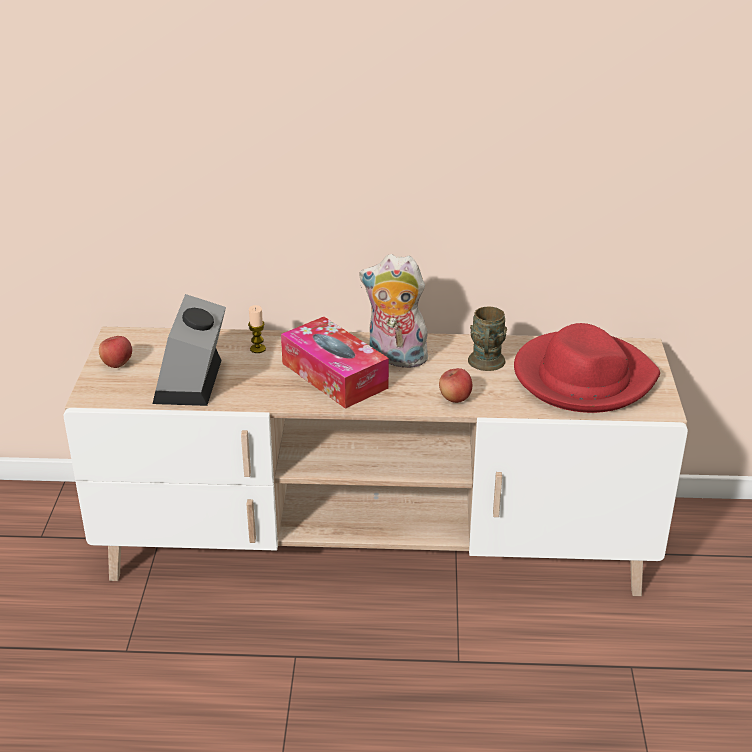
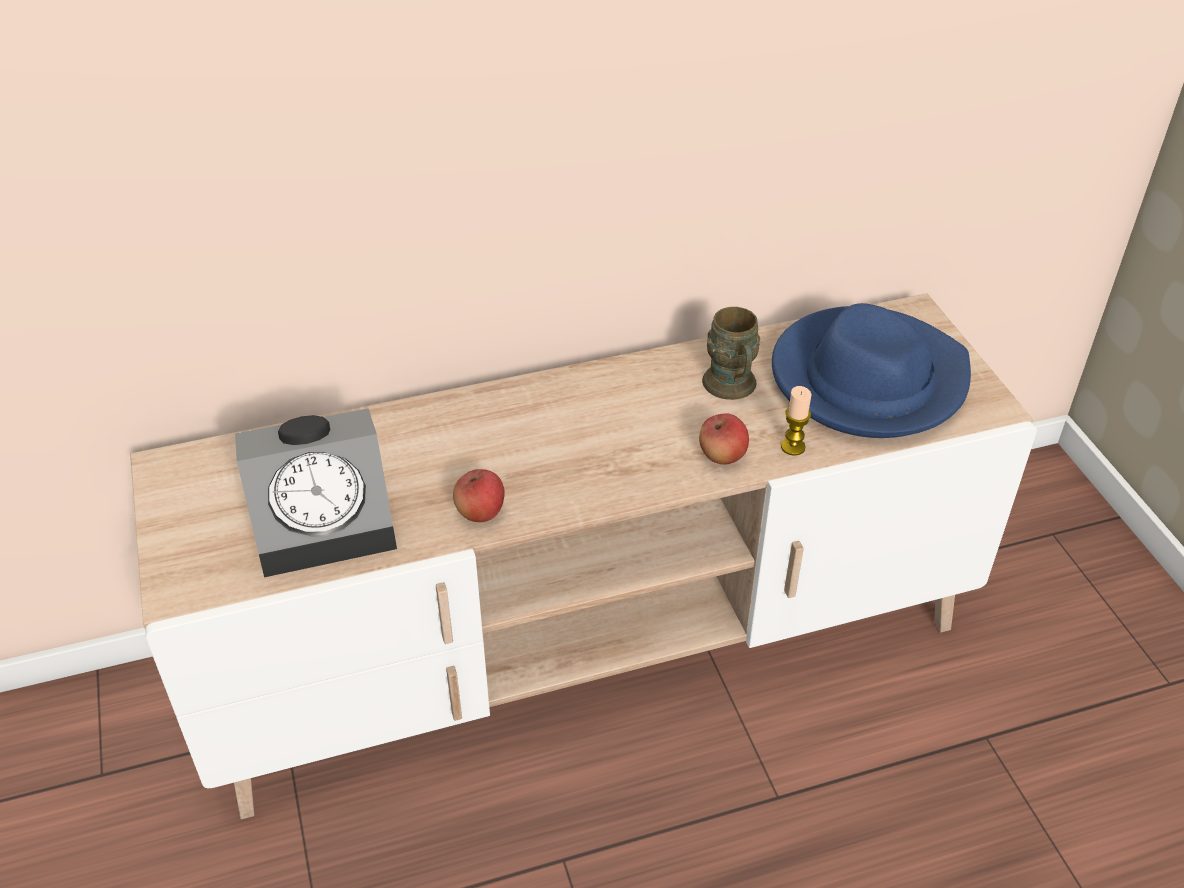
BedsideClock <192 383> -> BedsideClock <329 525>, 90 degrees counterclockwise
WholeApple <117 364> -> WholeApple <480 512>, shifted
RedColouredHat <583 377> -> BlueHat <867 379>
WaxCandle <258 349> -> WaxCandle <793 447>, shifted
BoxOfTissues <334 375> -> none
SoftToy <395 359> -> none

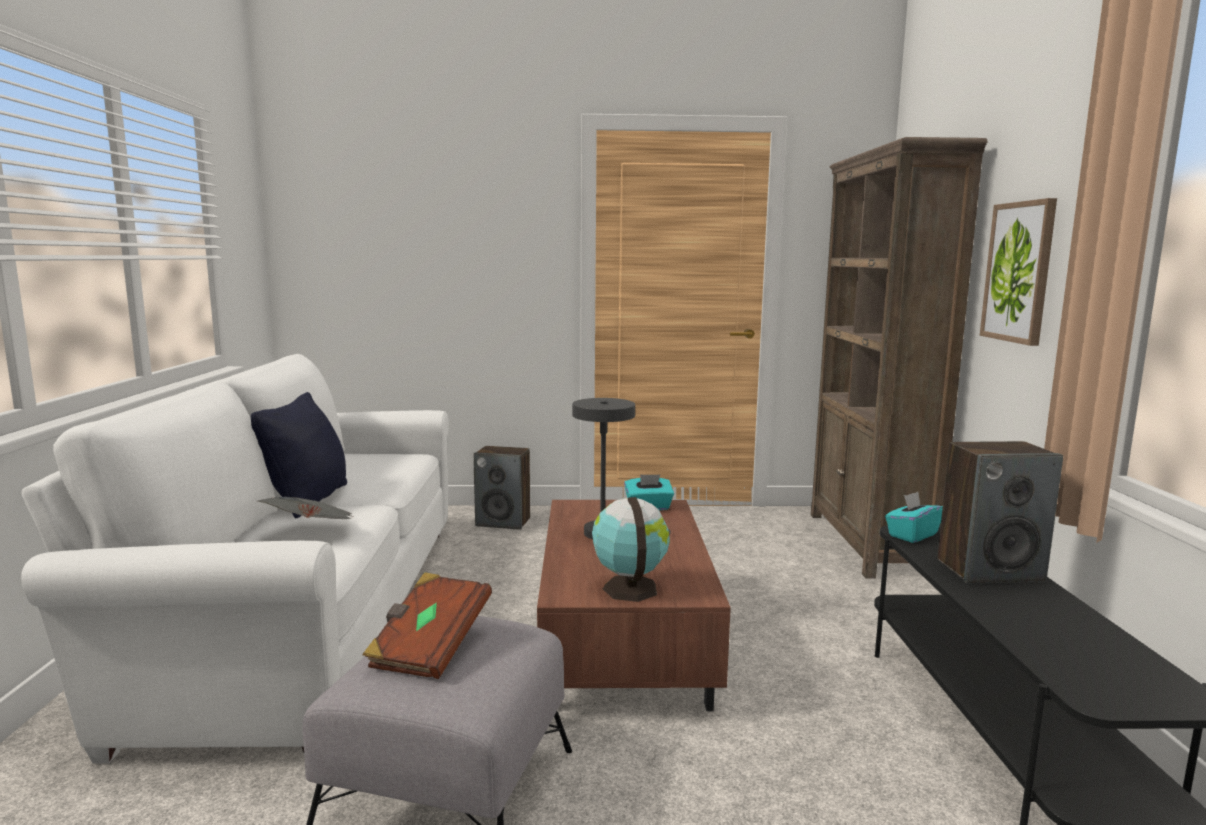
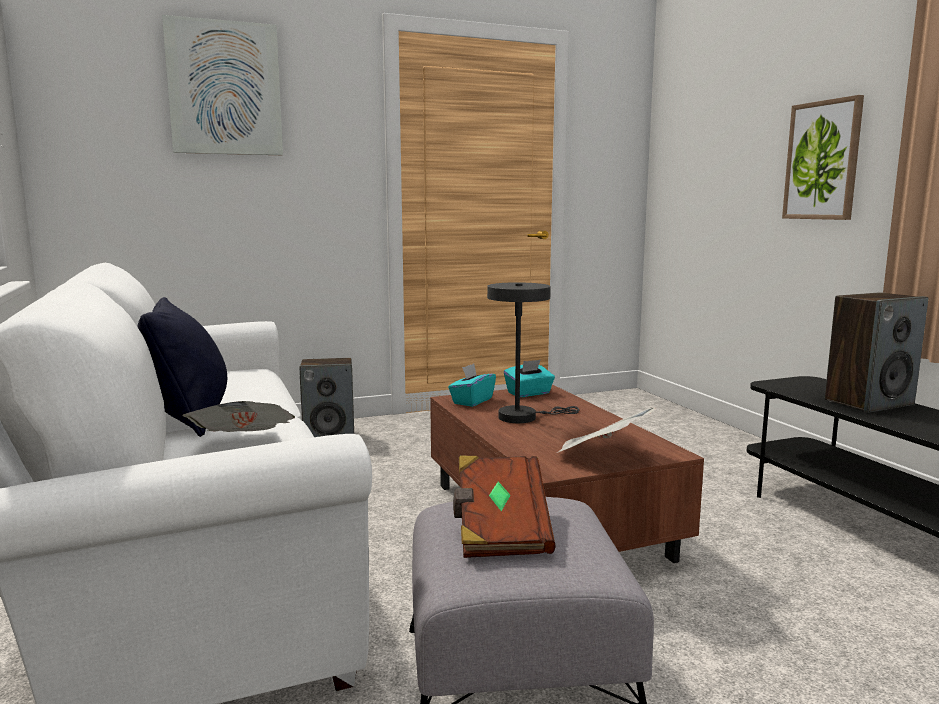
none -> Picture <224 89>
TurquoiseBoxOfTissues <912 535> -> TurquoiseBoxOfTissues <472 401>, shifted
DeskGlobe <629 587> -> PrintedPaper <601 456>
BrownBookcase <867 543> -> none

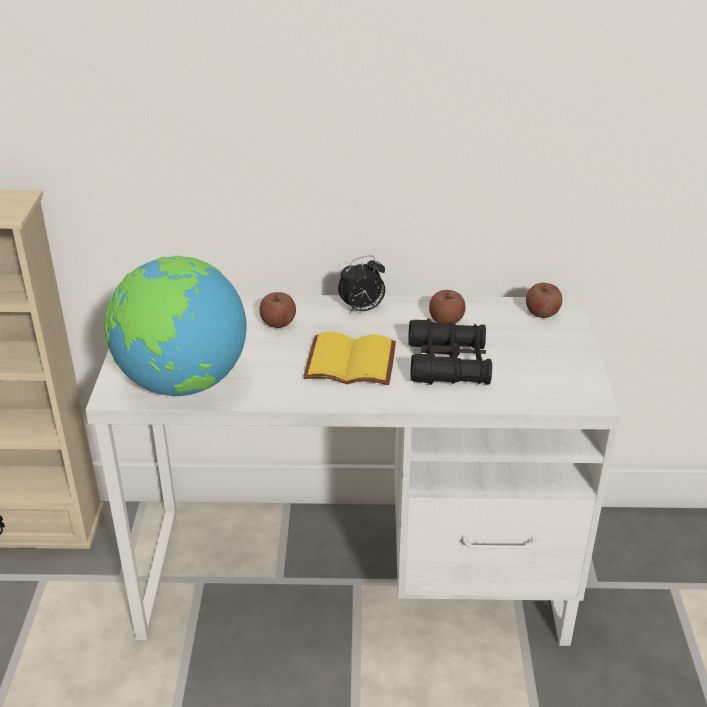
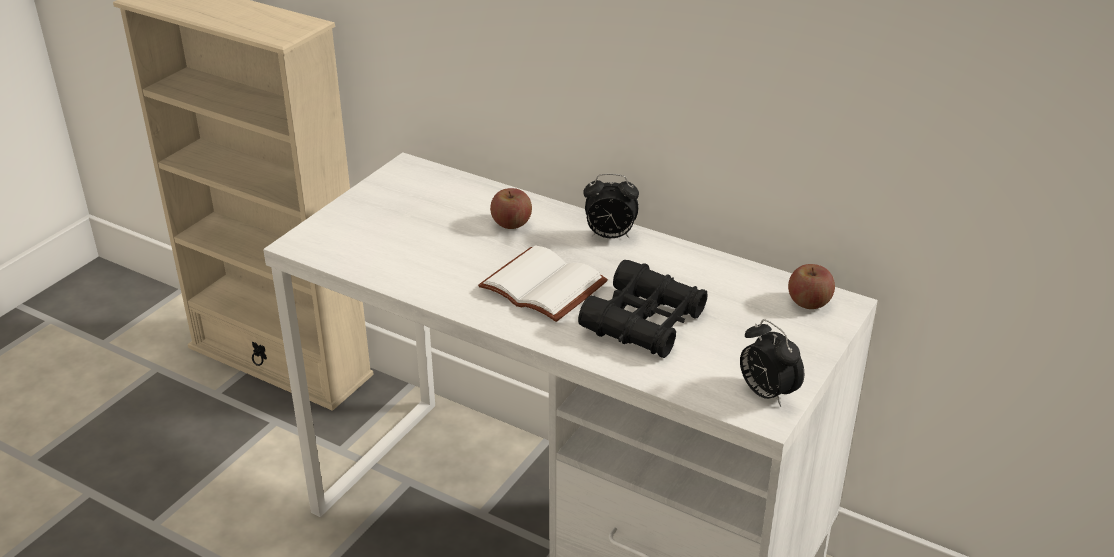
YellowColouredVolume <352 361> -> WhitishVolume <546 285>
none -> BedsideClock <766 393>
DeskGlobe <182 383> -> none
WholeApple <446 320> -> none

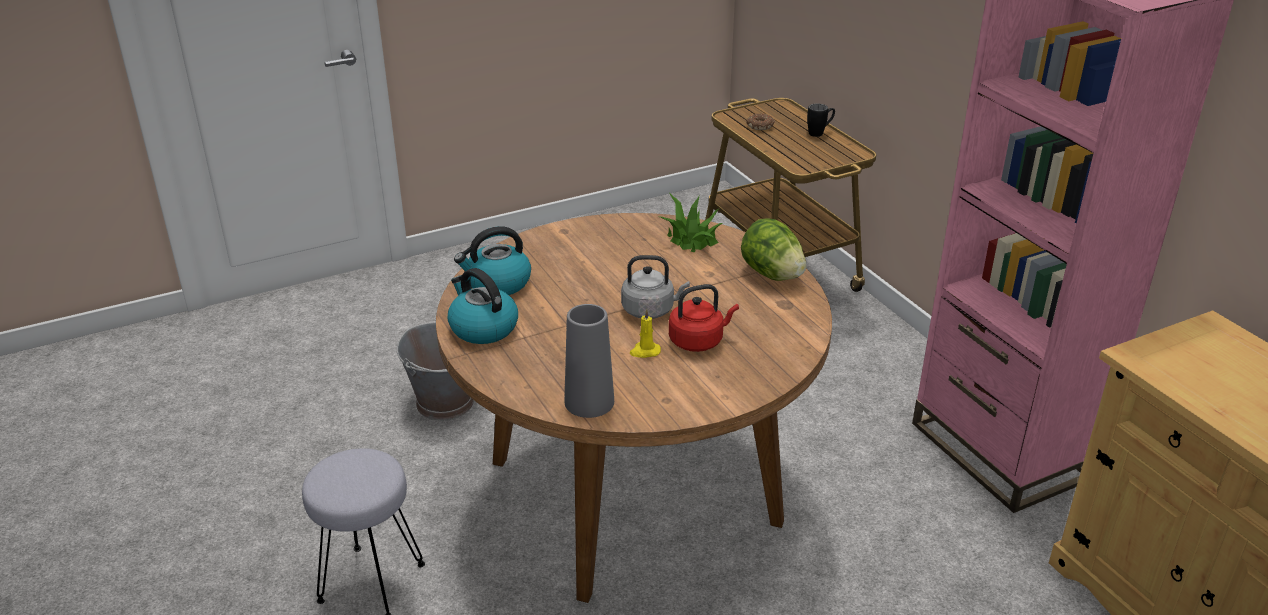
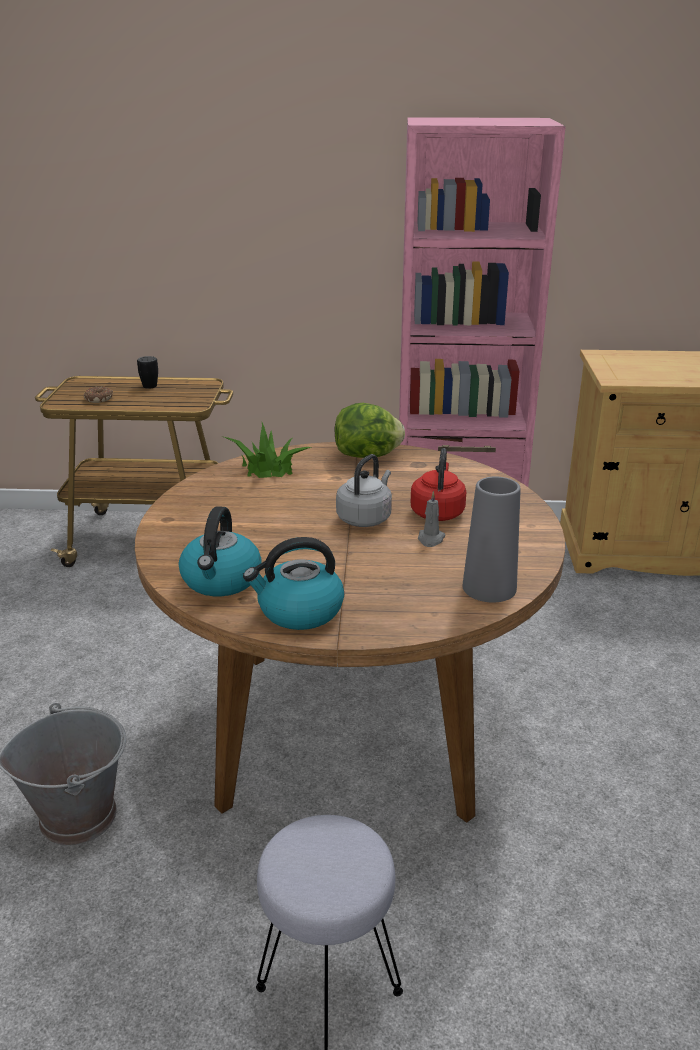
YellowColouredWaxCandle <644 351> -> GrayWaxCandle <430 539>

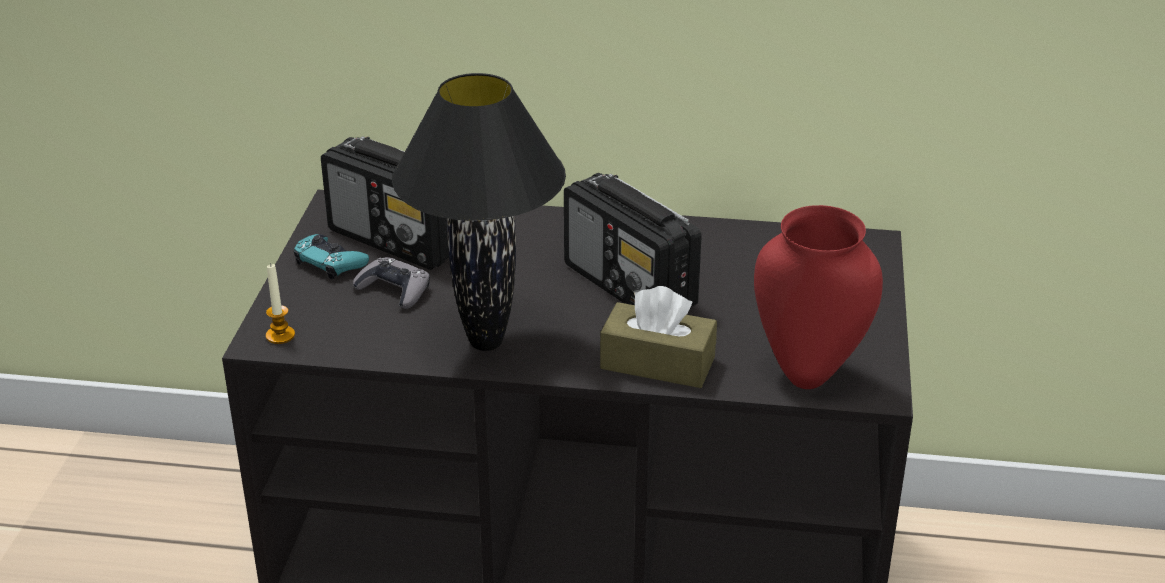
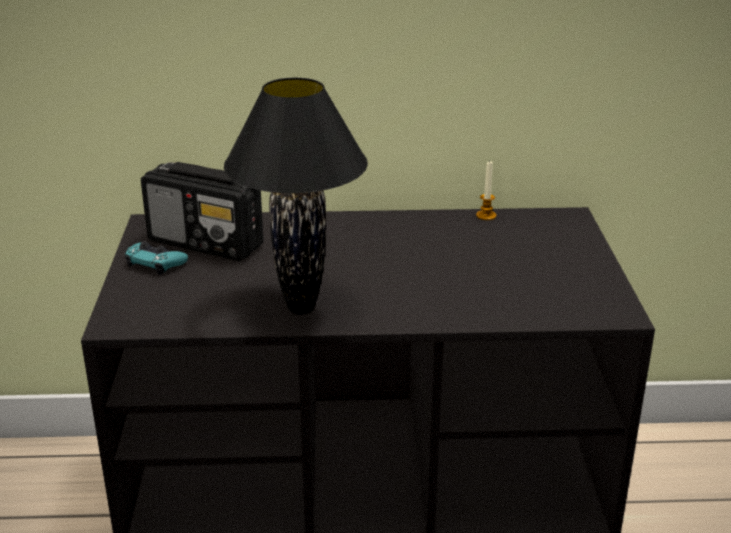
WaxCandle <280 335> -> WaxCandle <486 216>, shifted
GrayGamepad <394 290> -> none
RadioSet <630 287> -> none
BrownBoxOfTissues <657 363> -> none
RedColouredVase <809 373> -> none

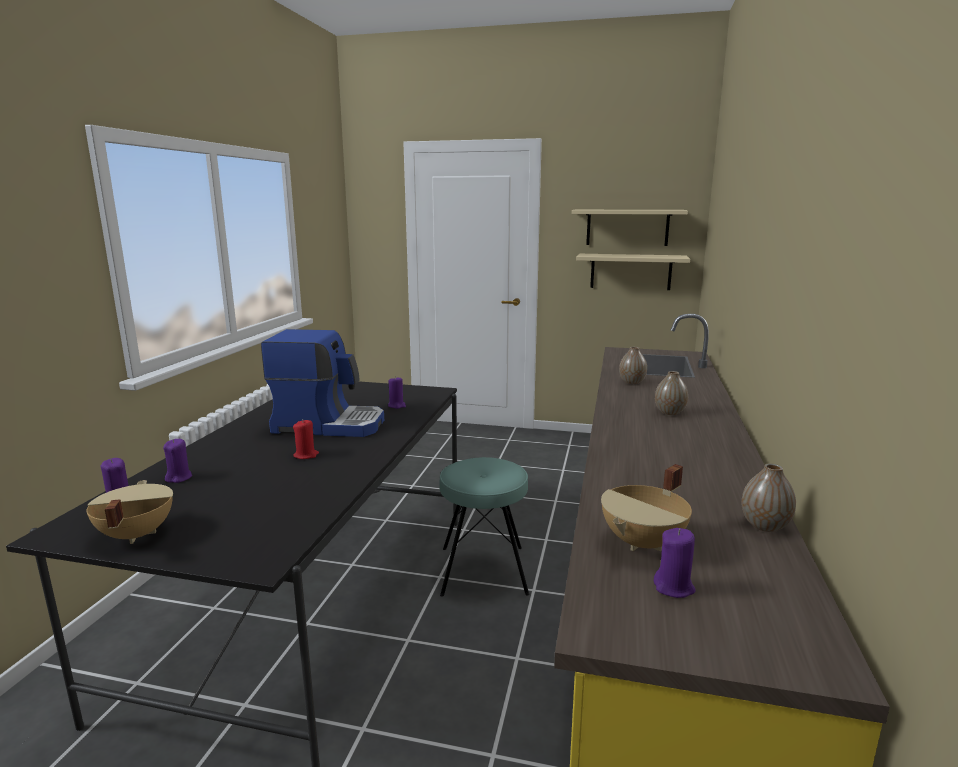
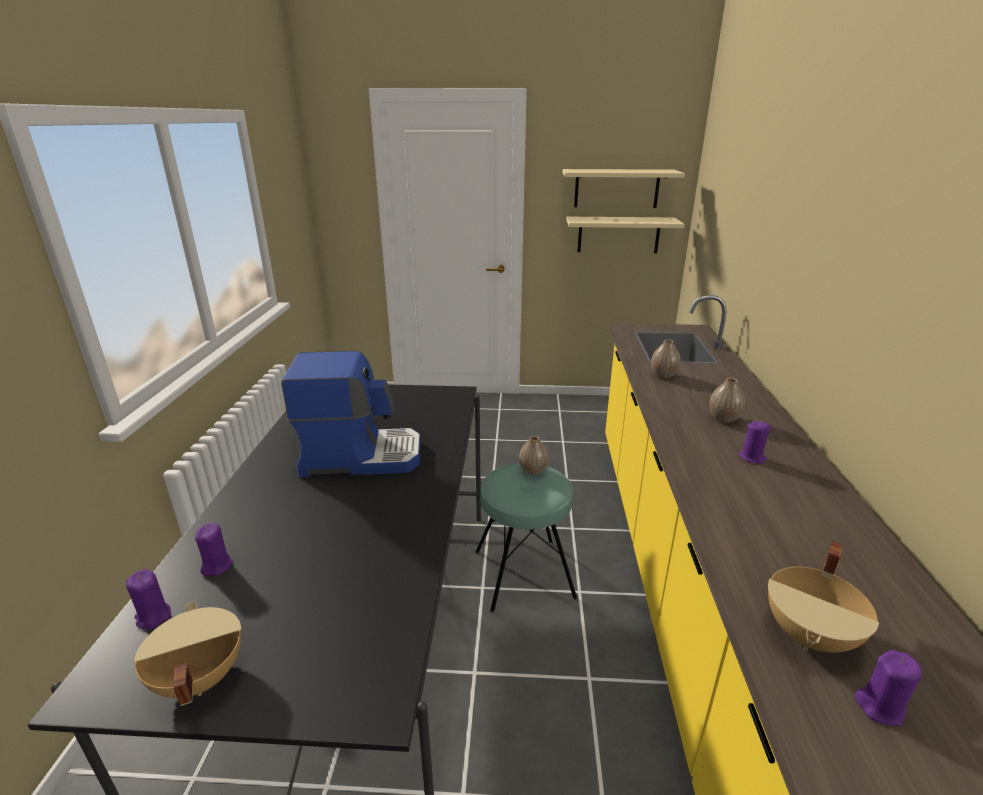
Vase <764 526> -> Vase <533 471>, shifted
PurplishWaxCandle <397 406> -> PurplishWaxCandle <752 457>, shifted
RedColouredWaxCandle <306 455> -> none

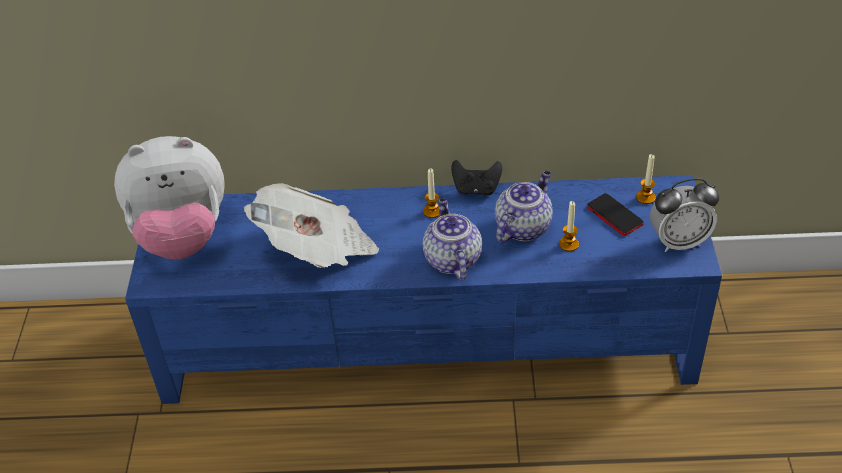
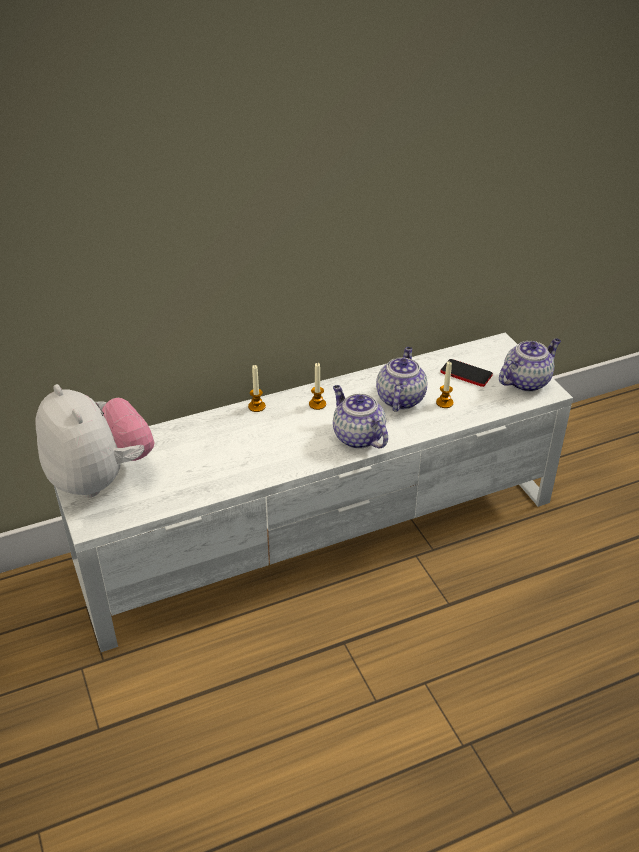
SoftToy <182 237> -> SoftToy <100 478>, 90 degrees counterclockwise
BlueTvStand <430 342> -> WhitishTvStand <321 530>
WaxCandle <645 197> -> WaxCandle <256 406>, shifted
BedsideClock <678 241> -> Teapot <526 381>
PrintedPaper <317 249> -> none
BlackGamepad <476 189> -> none

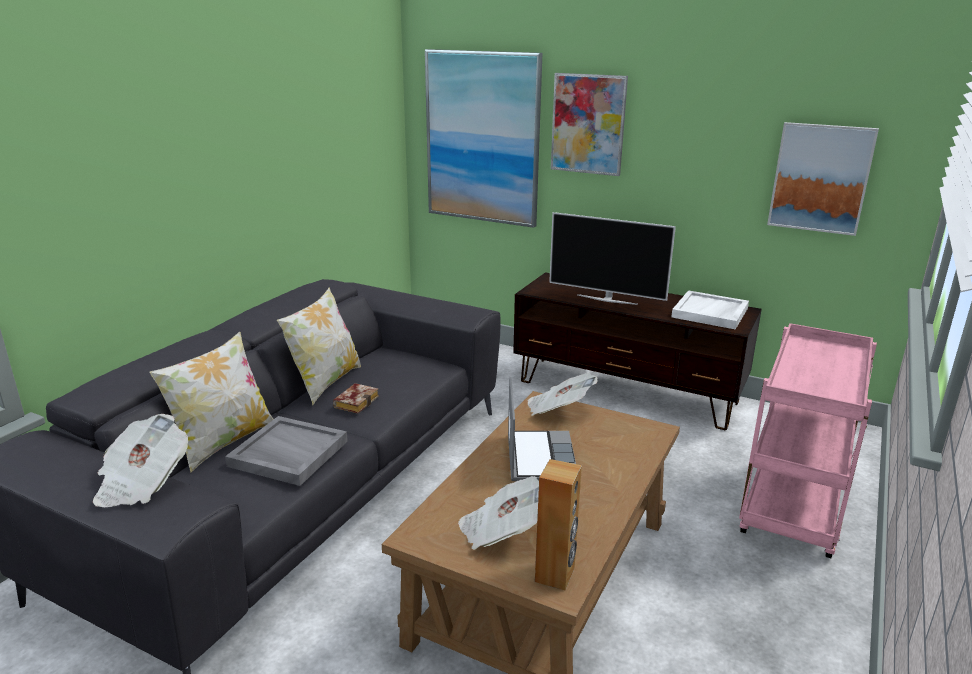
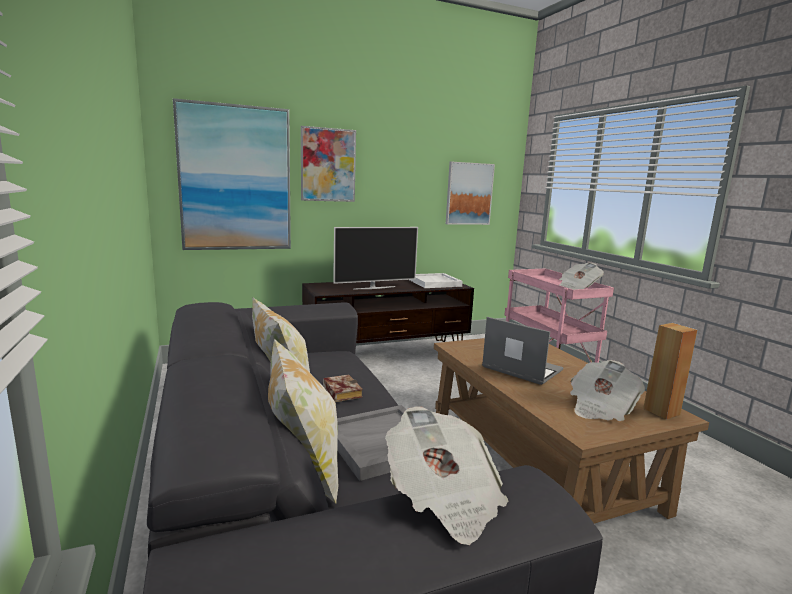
PrintedPaper <558 410> -> PrintedPaper <577 288>, shifted

